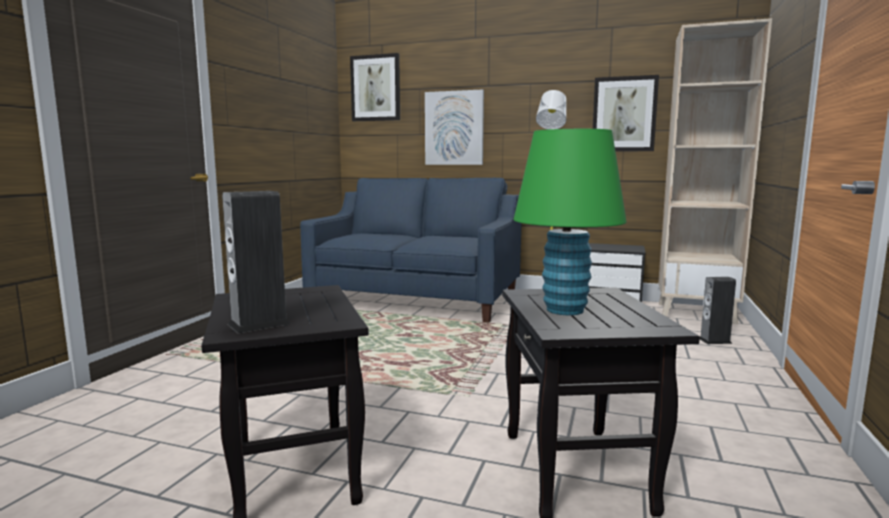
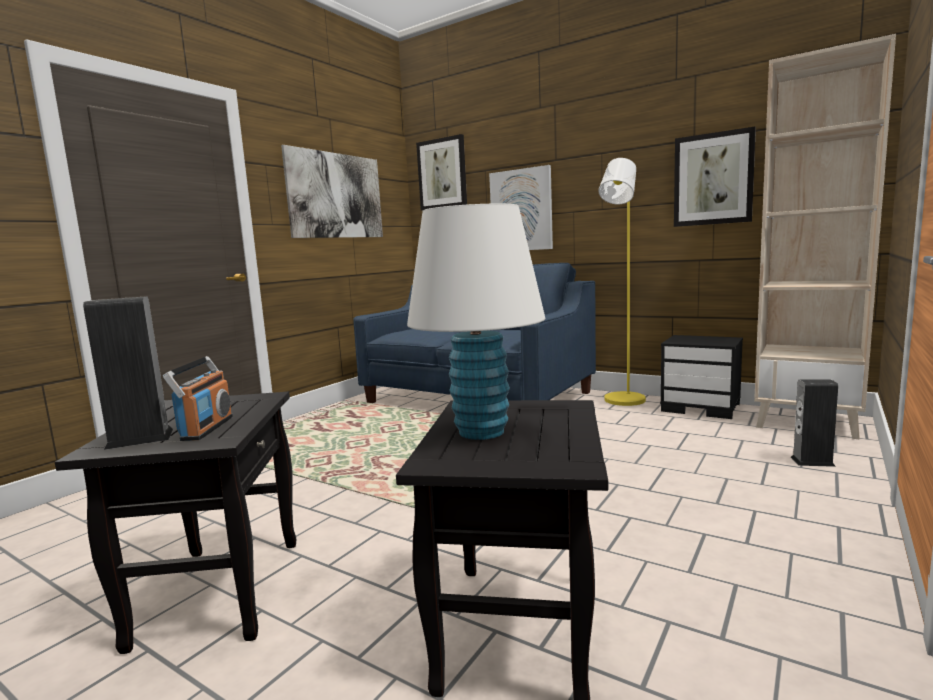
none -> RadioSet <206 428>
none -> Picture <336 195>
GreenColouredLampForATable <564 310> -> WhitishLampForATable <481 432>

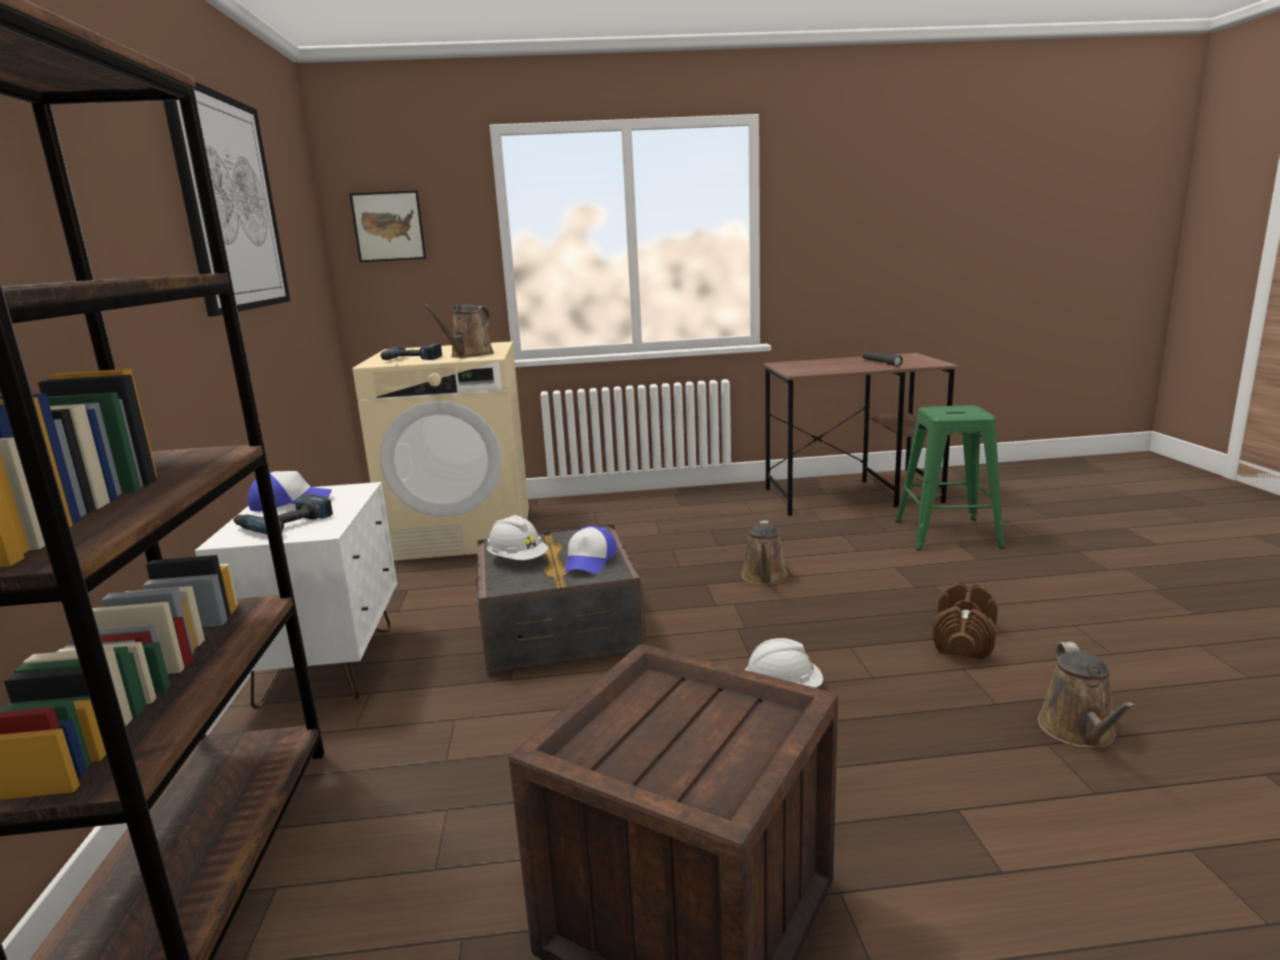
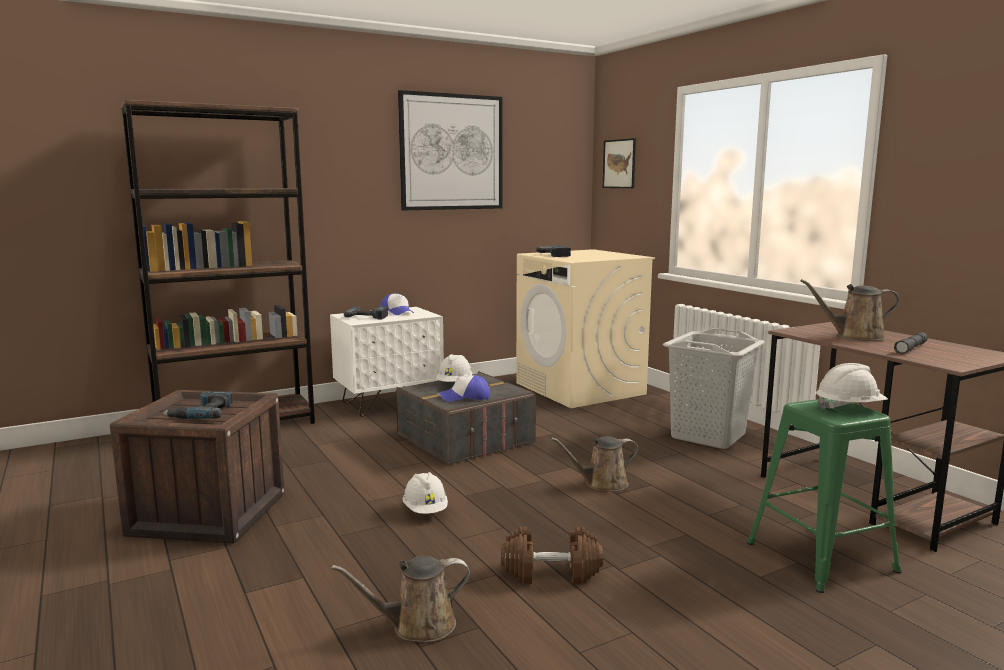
none -> PowerDrill <202 413>
none -> GrayHamper <709 436>
BrownWateringPot <469 355> -> BrownWateringPot <855 336>, shifted
none -> WhitishSafetyHelmet <849 408>

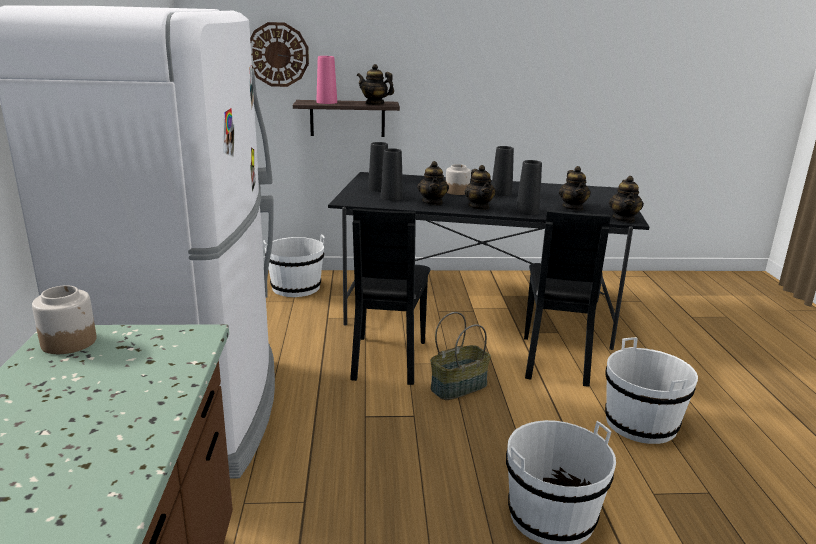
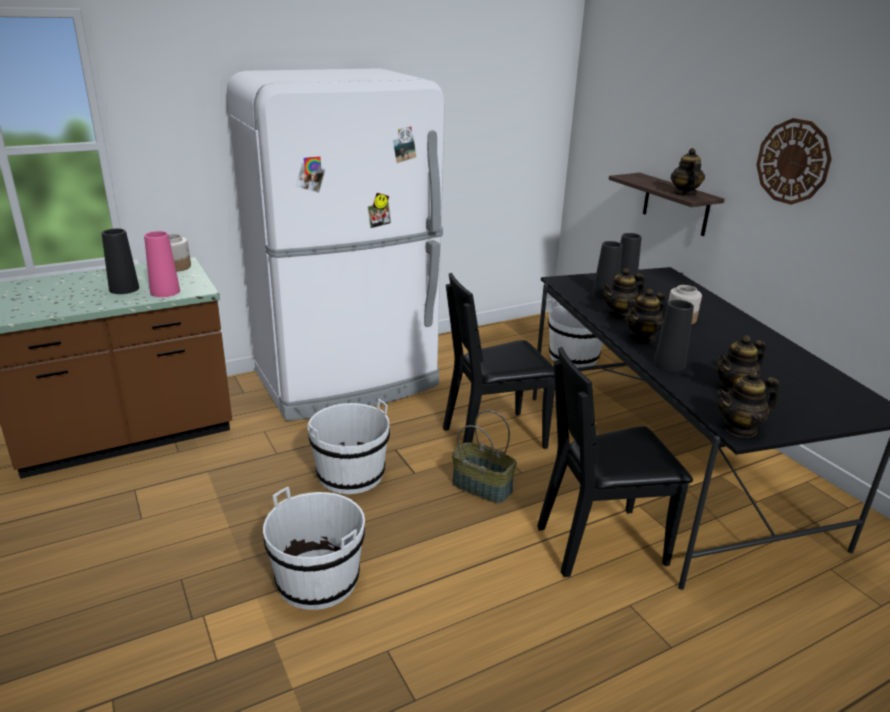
BlackVase <501 193> -> BlackVase <124 289>, shifted
PinkVase <326 102> -> PinkVase <165 292>, shifted
WhitishWaterBucket <641 423> -> WhitishWaterBucket <351 474>, shifted
ClockOnTheWall <278 54> -> ClockOnTheWall <793 161>, shifted

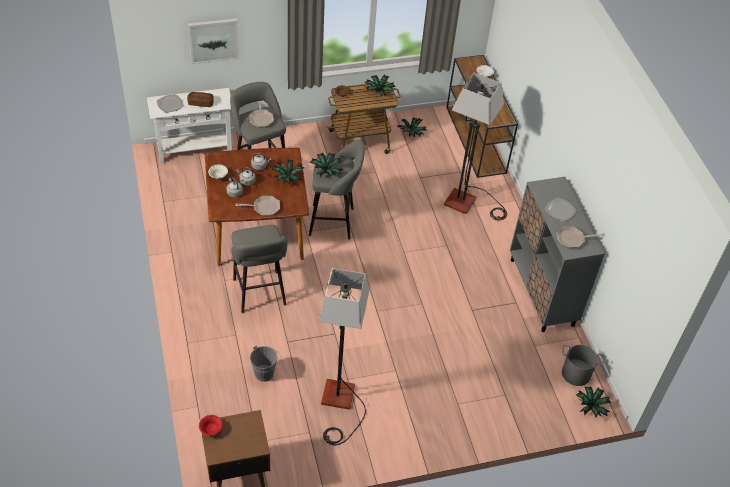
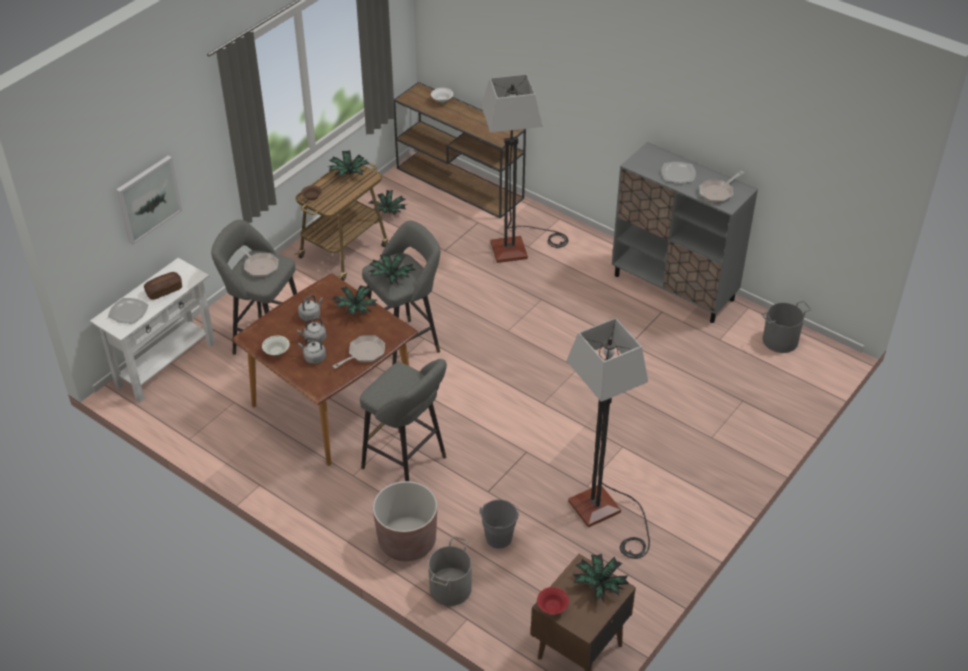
none -> BrownFlowerPot <407 541>
none -> GrayWaterBucket <449 588>
Houseplant <591 406> -> Houseplant <599 585>, shifted

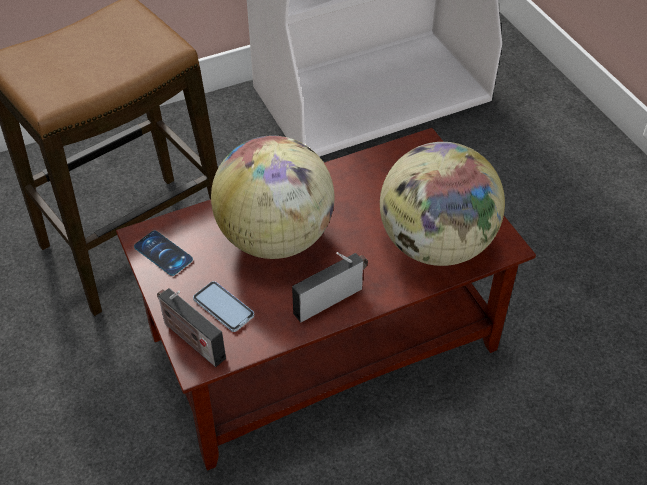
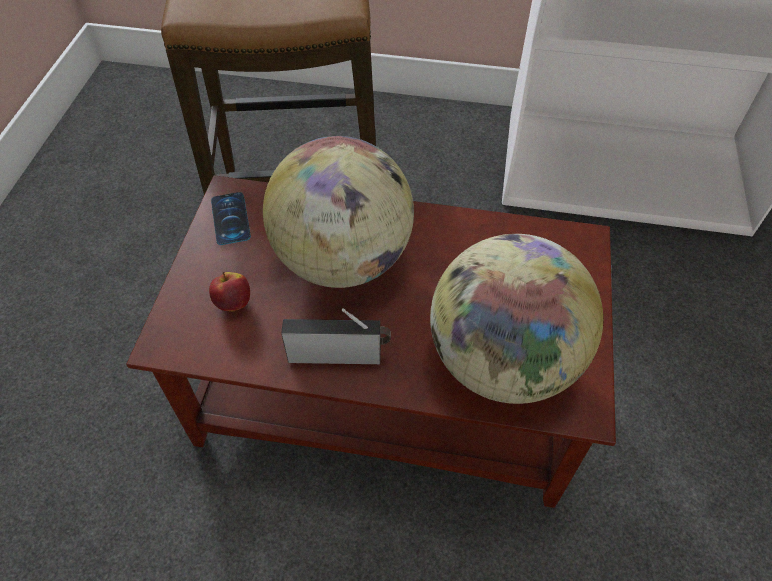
Phone <223 307> -> WholeApple <233 302>
RadioSet <191 339> -> none

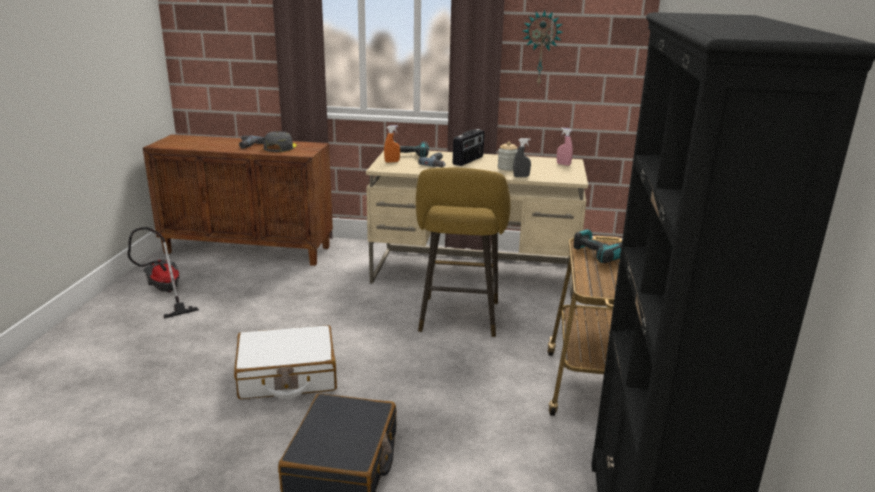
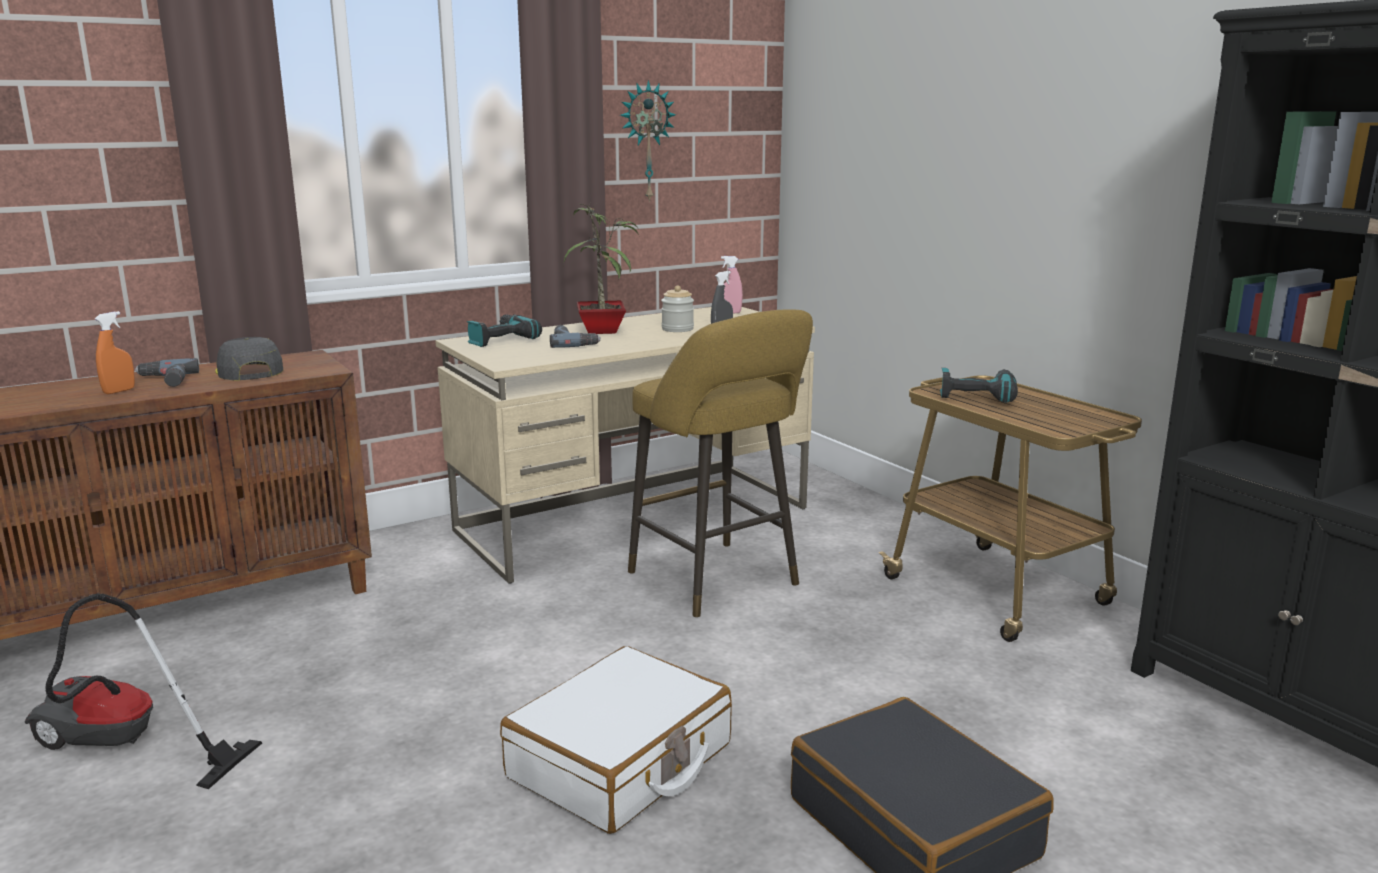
OrangeySprayBottle <392 162> -> OrangeySprayBottle <119 391>, shifted
RadioSet <468 160> -> Houseplant <604 331>

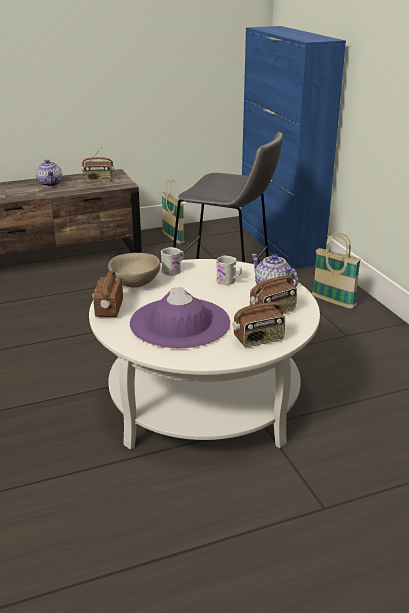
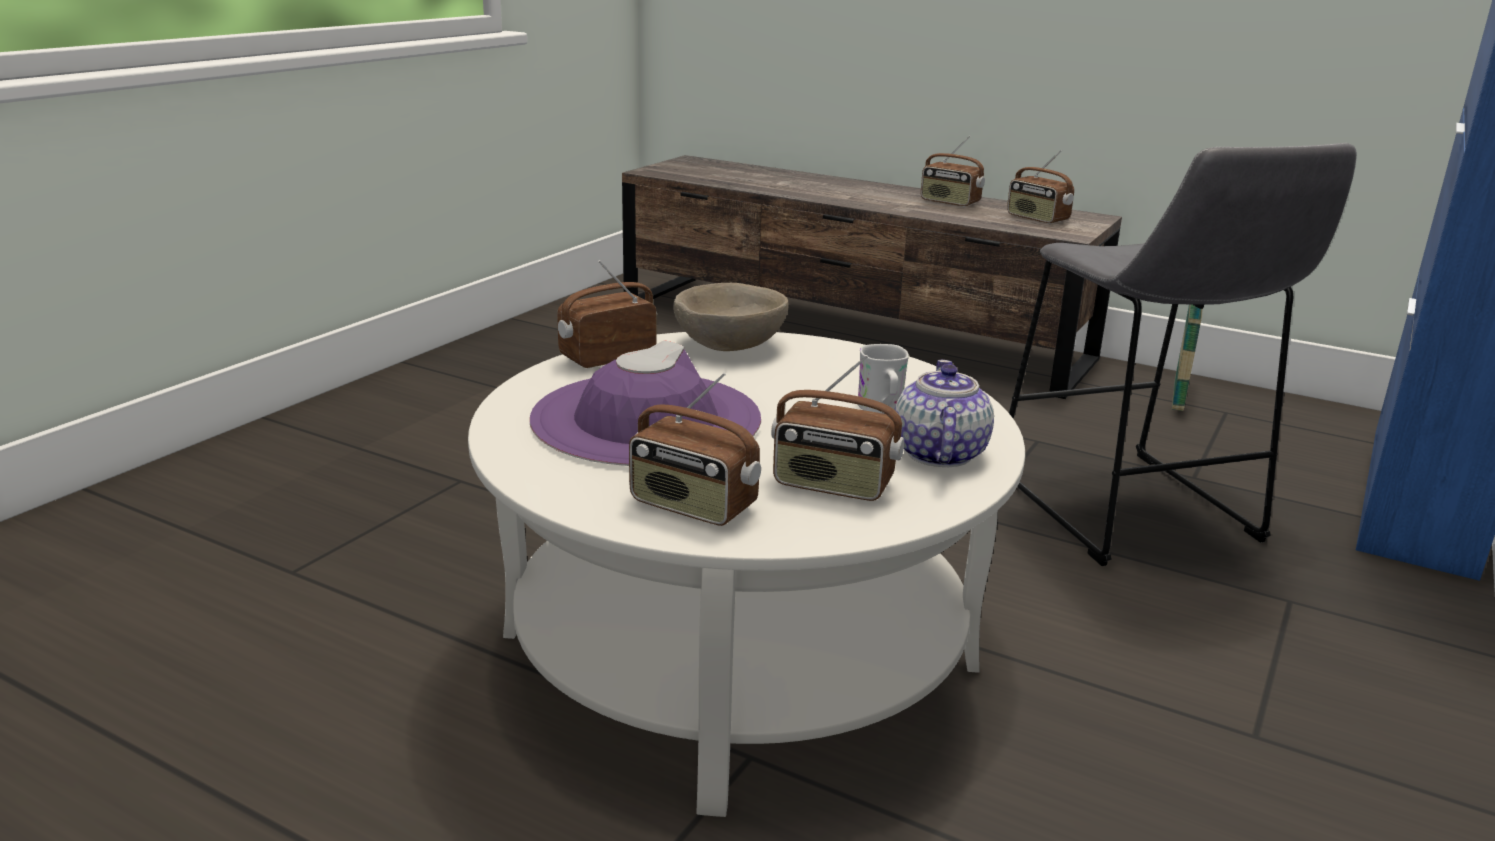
Teapot <50 184> -> RadioSet <949 202>
WhitishMug <174 271> -> none
HouseholdBasket <333 301> -> none

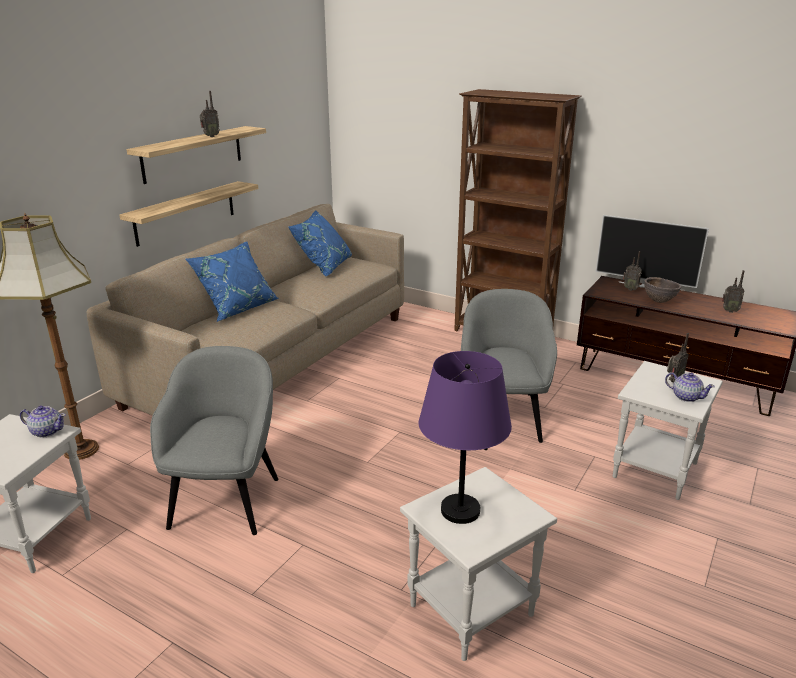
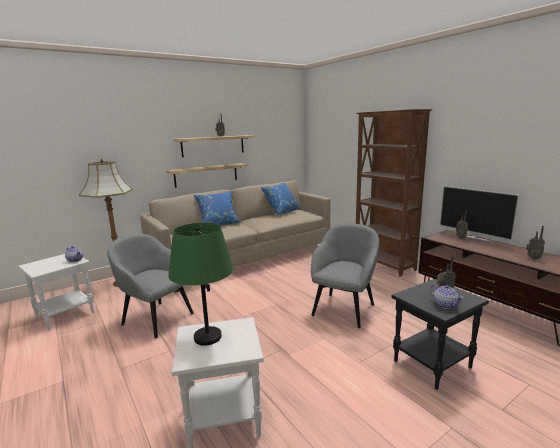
GrayLoungeChair <226 500> -> GrayLoungeChair <157 318>, 90 degrees counterclockwise
PurplishLampForATable <459 510> -> GreenColouredLampForATable <207 337>
WhitishEndTable <653 469> -> BlackEndTable <431 363>
BrownBowl <659 301> -> none

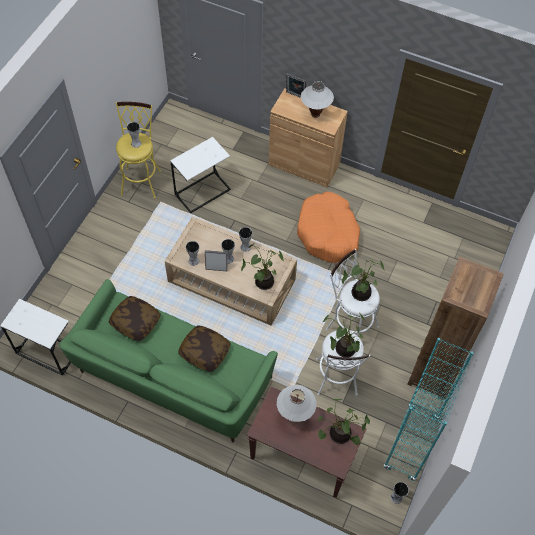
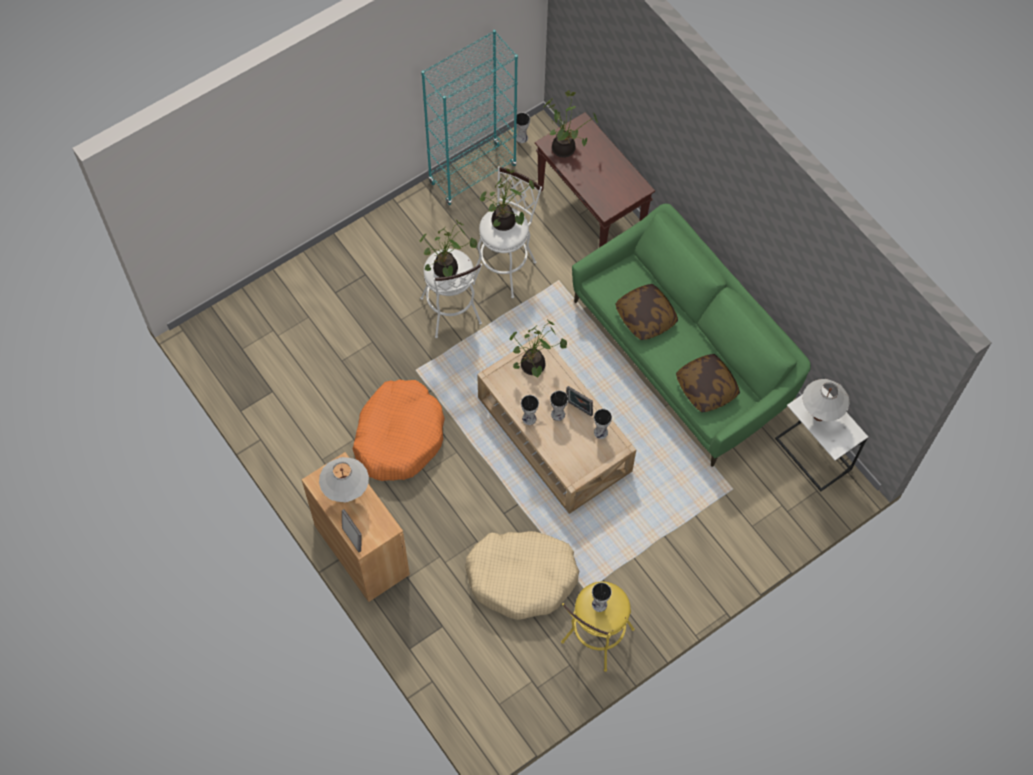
WhitishEndTable <202 192> -> BeigeColouredDogCushion <521 577>
WhitishLampForATable <295 415> -> WhitishLampForATable <819 415>, shifted
BrownBookcase <433 373> -> none

